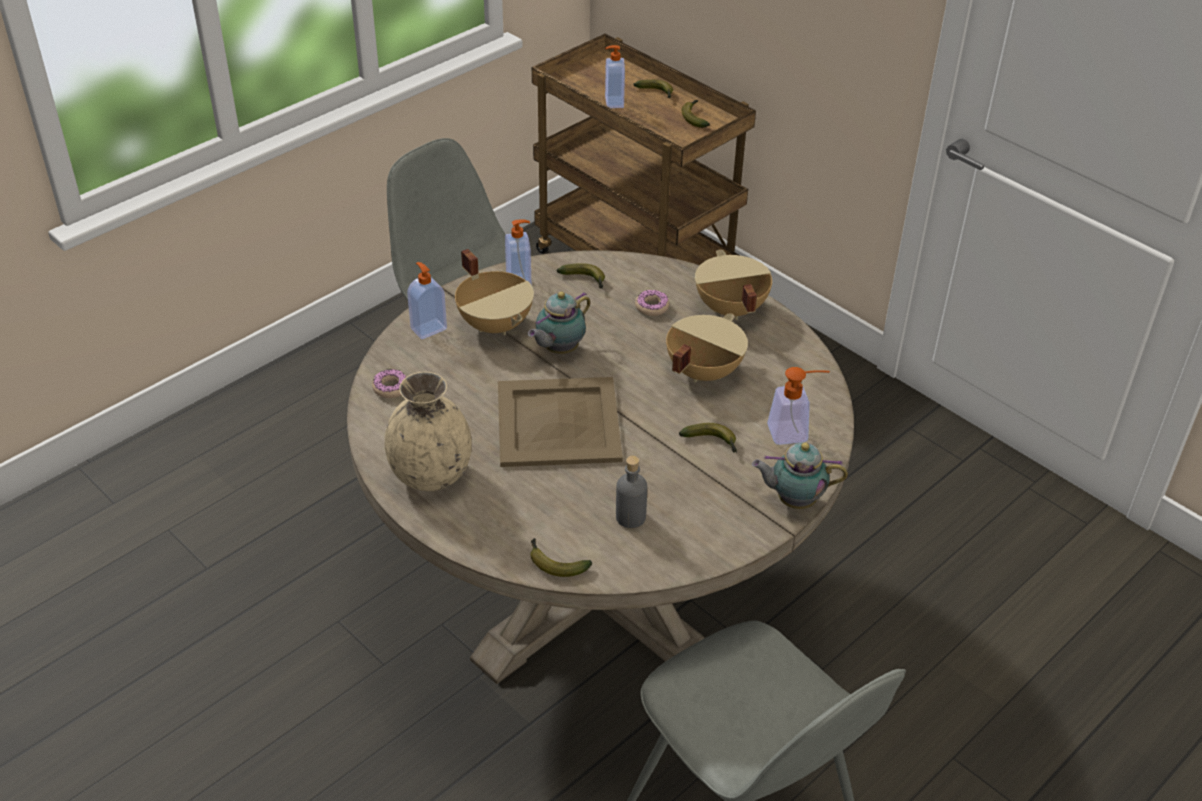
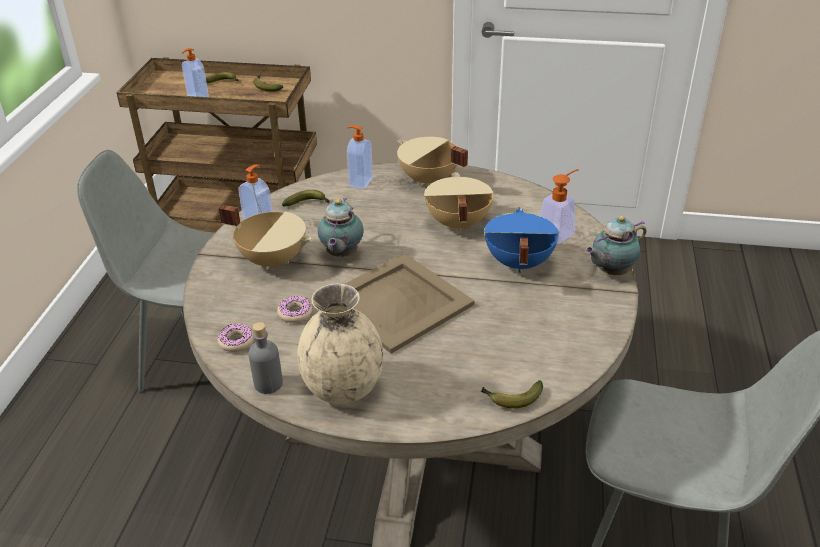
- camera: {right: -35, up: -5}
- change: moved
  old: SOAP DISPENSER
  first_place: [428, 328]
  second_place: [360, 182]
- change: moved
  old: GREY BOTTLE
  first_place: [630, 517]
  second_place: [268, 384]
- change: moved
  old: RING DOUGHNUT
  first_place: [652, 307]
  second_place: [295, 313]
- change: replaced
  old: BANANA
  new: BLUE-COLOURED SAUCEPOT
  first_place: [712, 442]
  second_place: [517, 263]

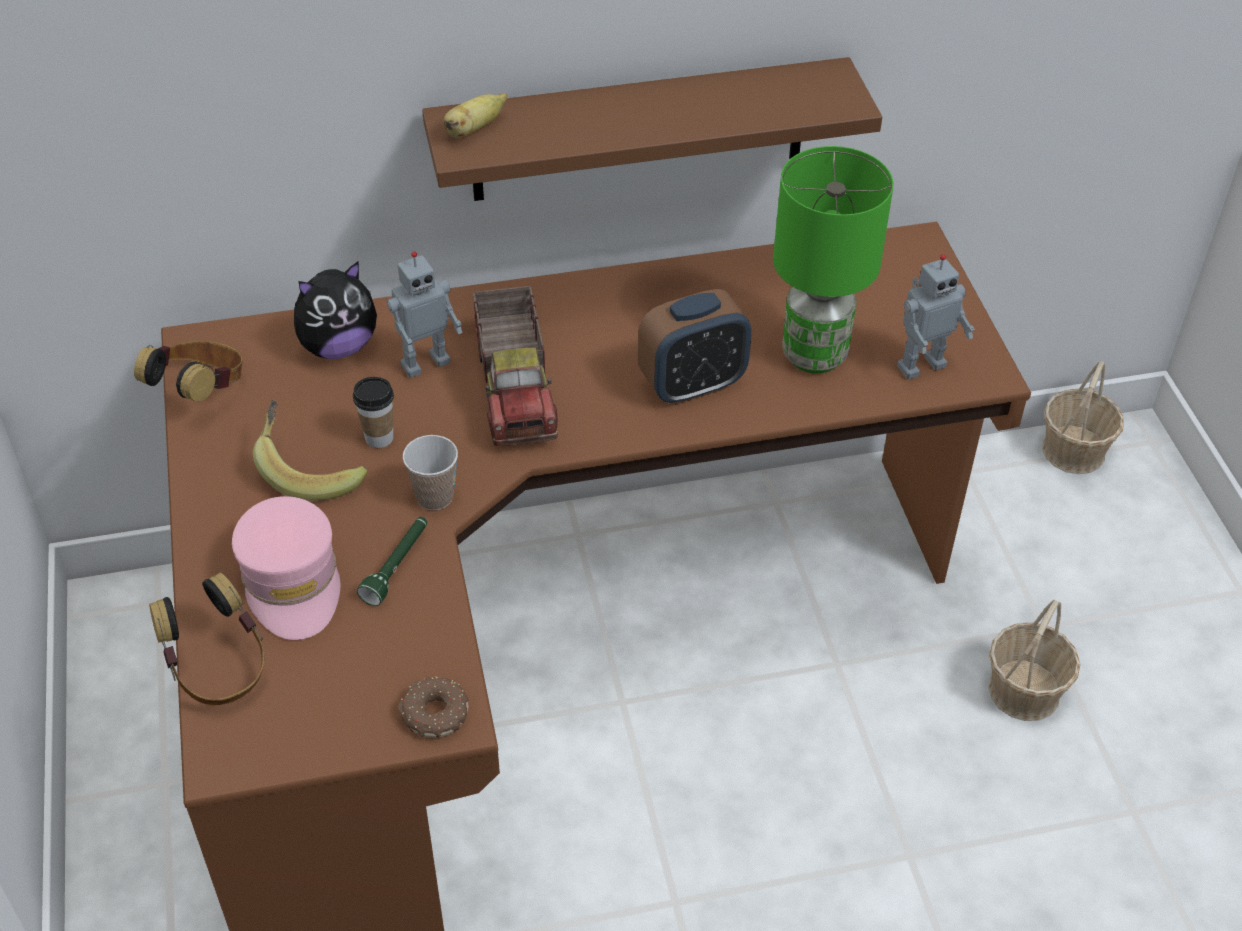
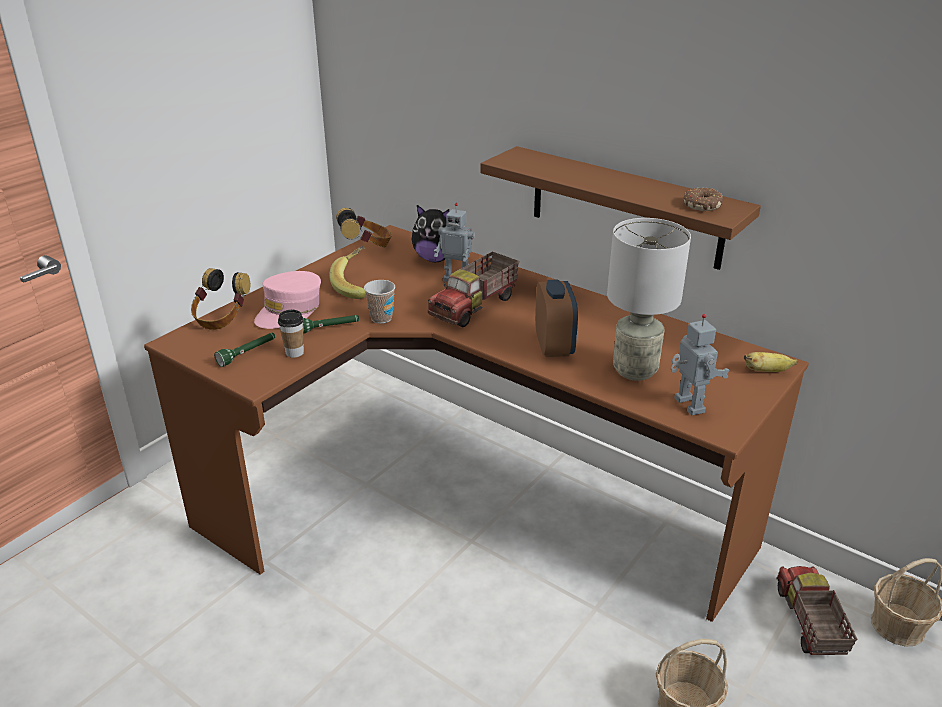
- camera: {right: 50, up: -15}
- change: added
  new: GREEN-COLOURED HAND TORCH
  second_place: [248, 354]
- change: added
  new: MODEL TRUCK
  second_place: [808, 623]
- change: moved
  old: SMALL CUP
  first_place: [379, 438]
  second_place: [294, 353]
- change: moved
  old: RING DOUGHNUT
  first_place: [434, 713]
  second_place: [701, 205]
- change: moved
  old: BANANA
  first_place: [474, 129]
  second_place: [766, 371]
- change: recoloured
  old: GREEN-COLOURED LAMP FOR A TABLE
  new: GREY LAMP FOR A TABLE
  first_place: [815, 356]
  second_place: [634, 371]
- change: turned
  old: TABLE CLOCK
  first_place: [692, 384]
  second_place: [554, 347]
  degrees: -120
- change: turned
  old: TOY ROBOT
  first_place: [920, 365]
  second_place: [687, 405]
  degrees: -135

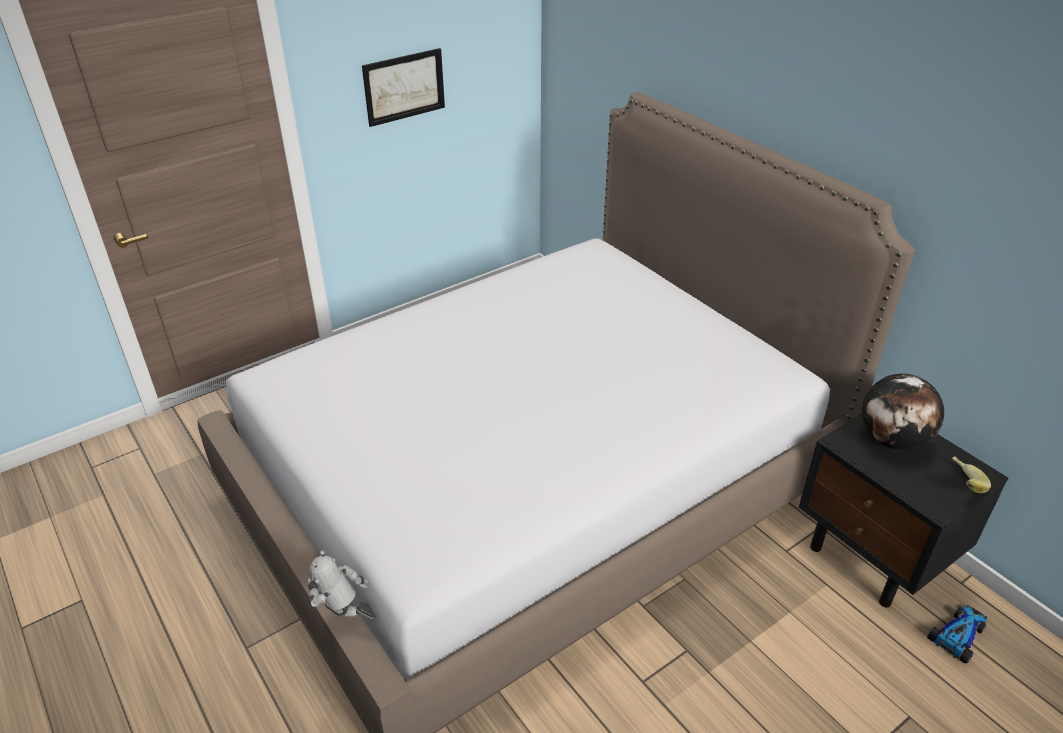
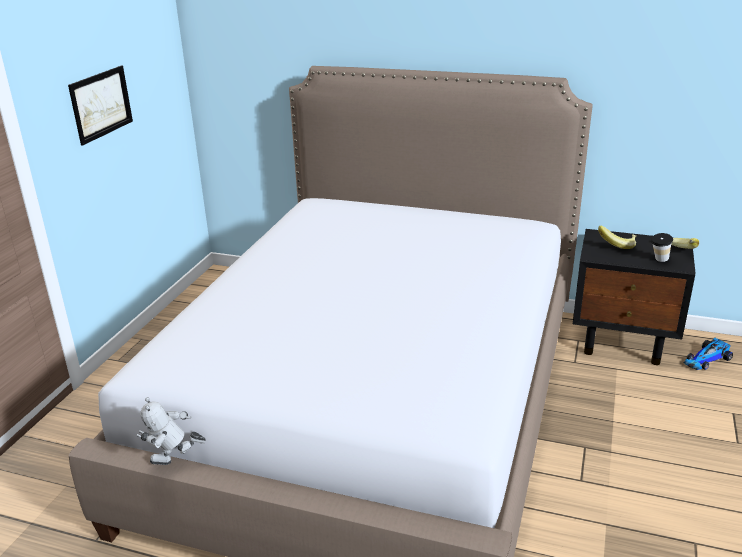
- camera: {right: -35, up: -10}
- change: added
  new: SMALL CUP
  second_place: [658, 260]
- change: moved
  old: TOY ROBOT
  first_place: [346, 620]
  second_place: [176, 464]
- change: replaced
  old: DESK GLOBE
  new: BANANA
  first_place: [892, 440]
  second_place: [617, 245]
- change: turned
  old: TOY CAR
  first_place: [958, 635]
  second_place: [706, 360]
  degrees: -135

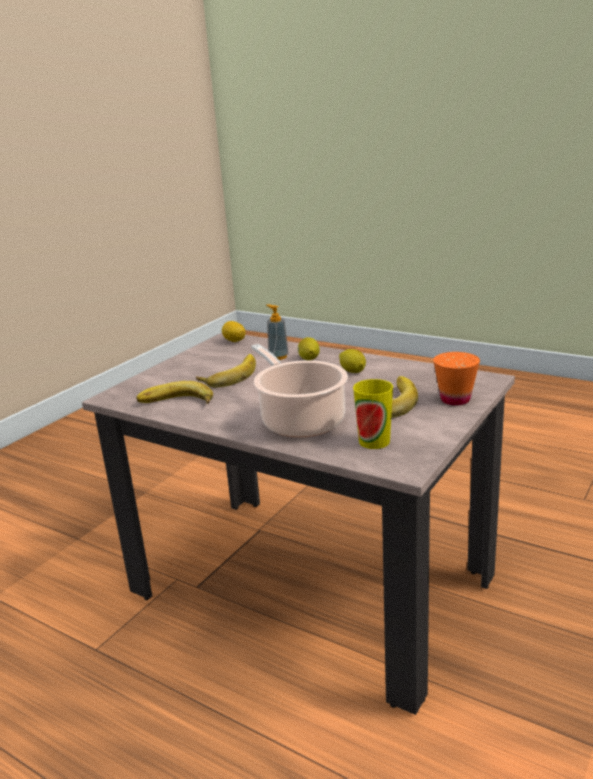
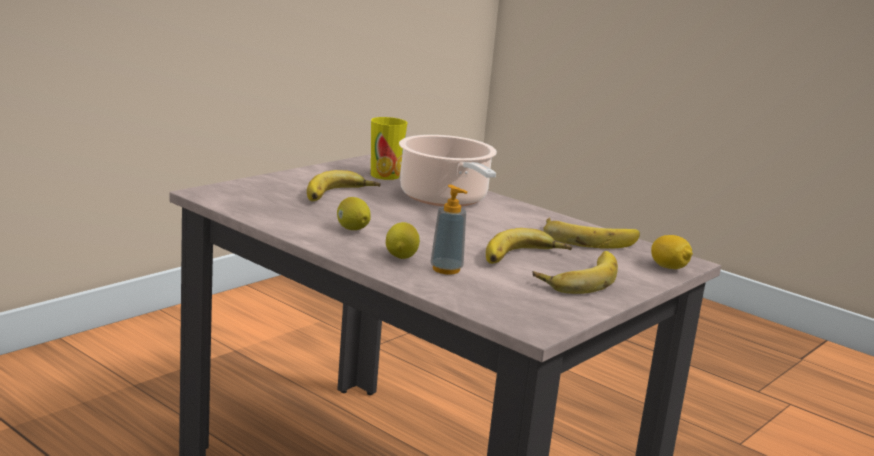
- camera: {right: -175, up: -5}
- change: removed
  old: ORANGEY SMALL CUP
  first_place: [455, 400]
- change: added
  new: BANANA
  second_place: [577, 277]
- change: moved
  old: CITRUS FRUIT
  first_place: [234, 341]
  second_place: [669, 267]

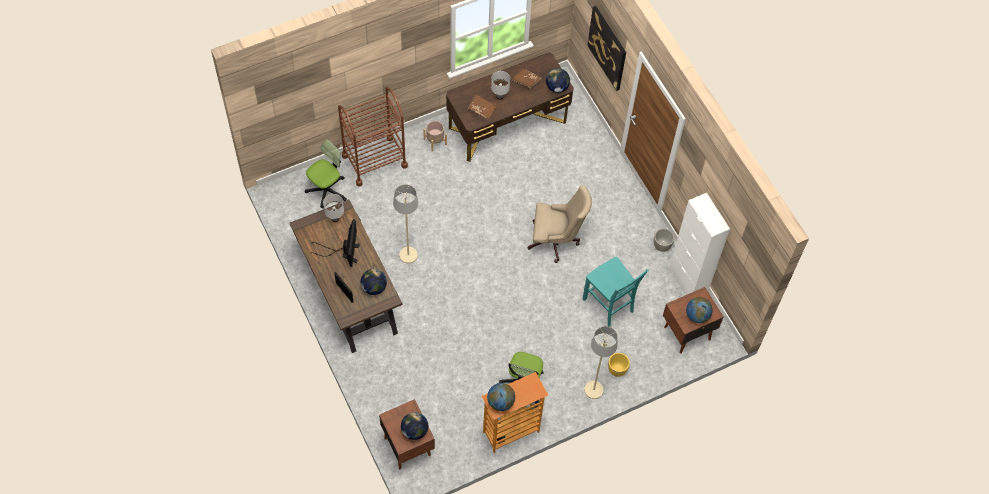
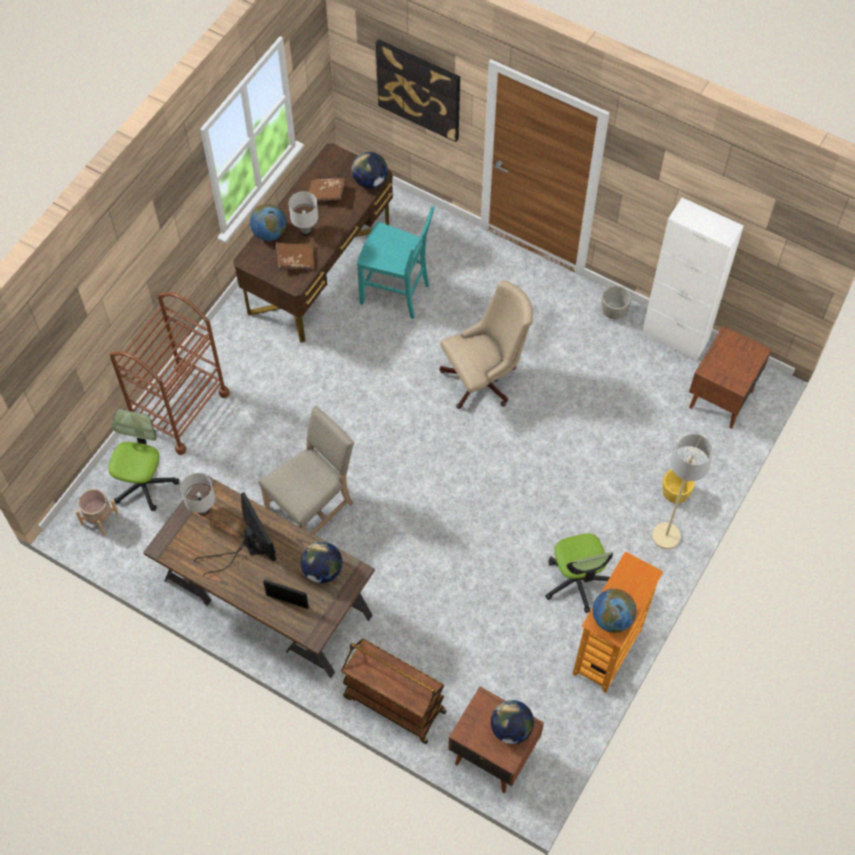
- camera: {right: -30, up: 0}
- change: added
  new: BROWN CART
  second_place: [393, 704]
- change: moved
  old: SAND-COLOURED PLANTER
  first_place: [435, 141]
  second_place: [100, 519]
- change: moved
  old: BLUE-GREEN UPRIGHT CHAIR
  first_place: [609, 306]
  second_place: [396, 294]
- change: moved
  old: DESK GLOBE
  first_place: [697, 315]
  second_place: [269, 233]
- change: replaced
  old: SAND-COLOURED FLOOR LAMP
  new: SAND-COLOURED UPRIGHT CHAIR
  first_place: [408, 255]
  second_place: [313, 505]

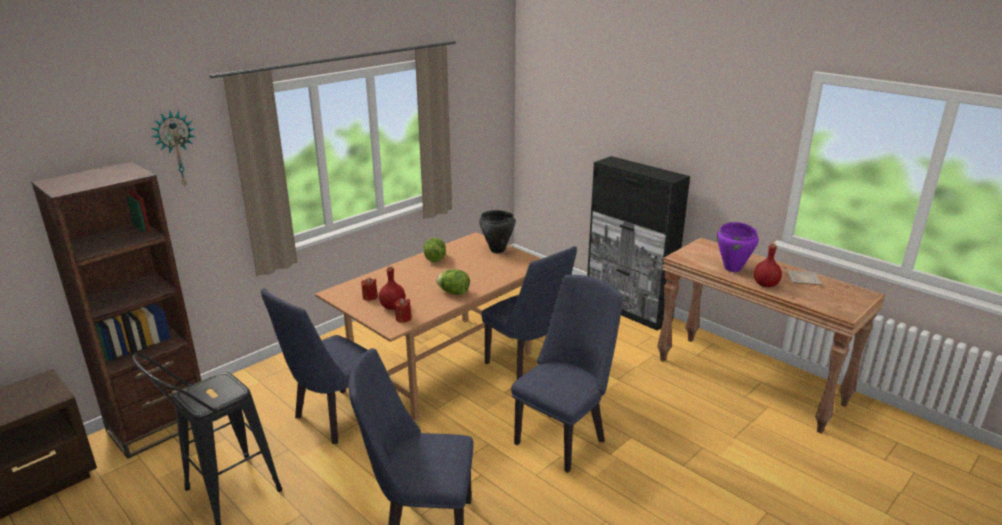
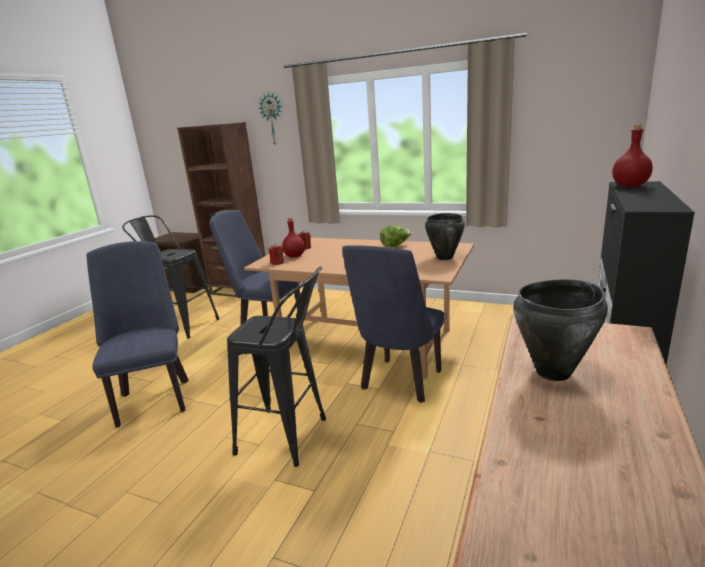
- camera: {right: 70, up: -5}
- change: removed
  old: LETTUCE
  first_place: [454, 292]
- change: removed
  old: FLAT DISH
  first_place: [802, 279]
- change: moved
  old: RED BOTTLE
  first_place: [765, 284]
  second_place: [630, 186]
- change: replaced
  old: BLUE-COLOURED UPRIGHT CHAIR
  new: BLACKISH STOOL SEAT
  first_place: [563, 437]
  second_place: [291, 438]
- change: recoloured
  old: PURPLE SAUCEPOT
  new: BLACKISH SAUCEPOT
  first_place: [733, 268]
  second_place: [554, 372]

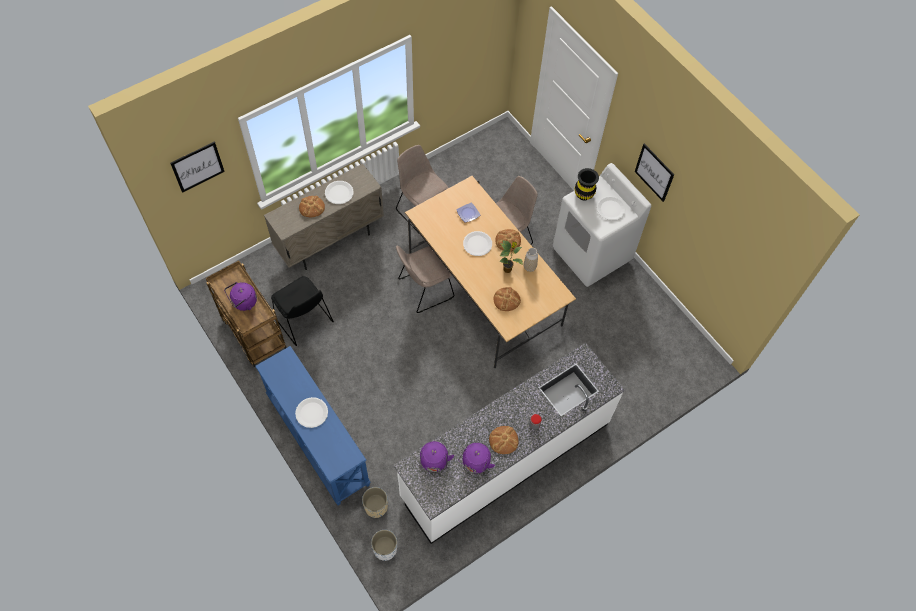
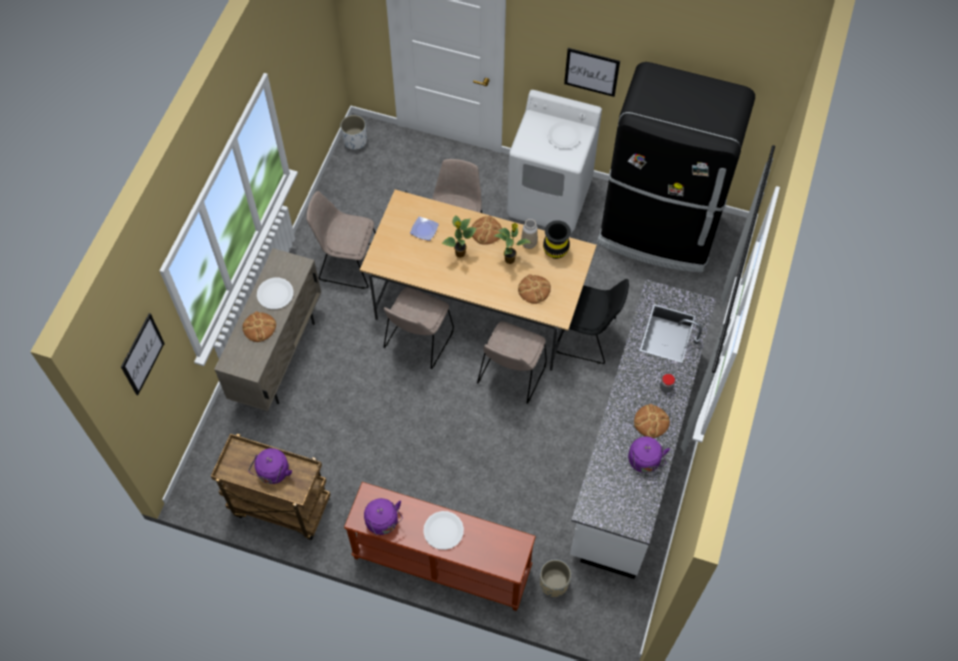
- camera: {right: -35, up: 0}
- change: added
  new: SAND-COLOURED UPRIGHT CHAIR
  second_place: [511, 375]
- change: added
  new: BLACKISH FRIDGE
  second_place: [658, 231]
- change: moved
  old: BLACKISH UPRIGHT CHAIR
  first_place: [304, 321]
  second_place: [587, 336]
- change: moved
  old: WHITISH PLANTER
  first_place: [385, 549]
  second_place: [355, 141]
- change: moved
  old: PURPLE KETTLE
  first_place: [434, 462]
  second_place: [383, 522]
- change: moved
  old: BLACKISH FLOWER VASE
  first_place: [584, 194]
  second_place: [555, 251]
- change: replaced
  old: WHITISH FLAT DISH
  new: HOUSEPLANT
  first_place: [477, 244]
  second_place: [460, 254]
- change: recoloured
  old: BLUE-COLOURED HALL TABLE
  new: BROWN HALL TABLE
  first_place: [317, 440]
  second_place: [441, 564]

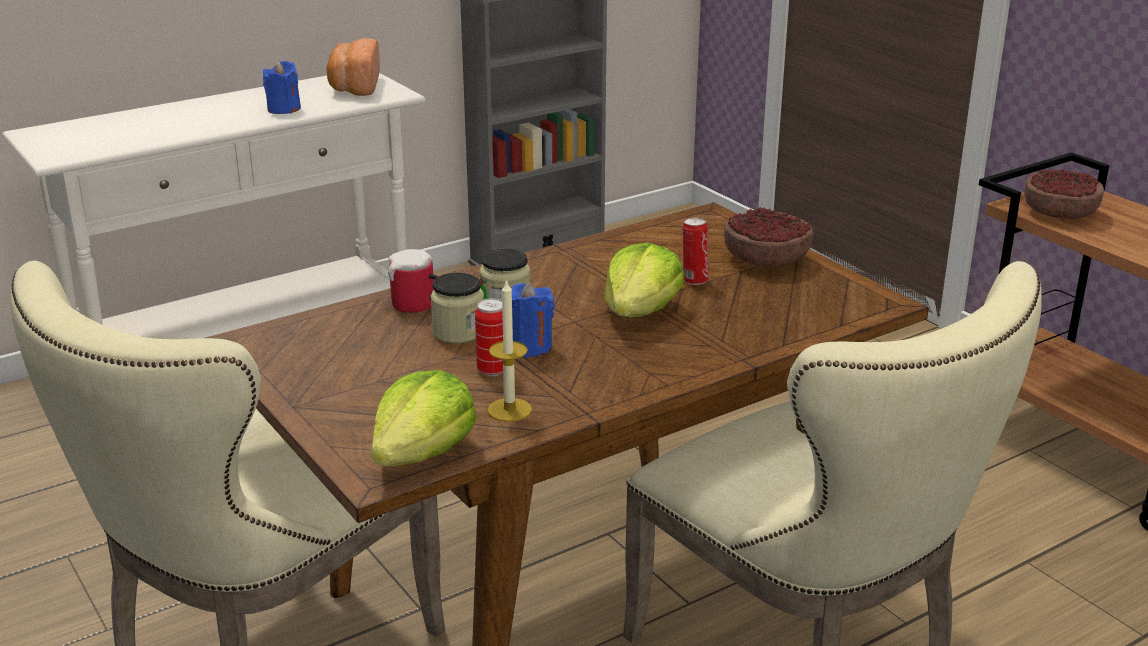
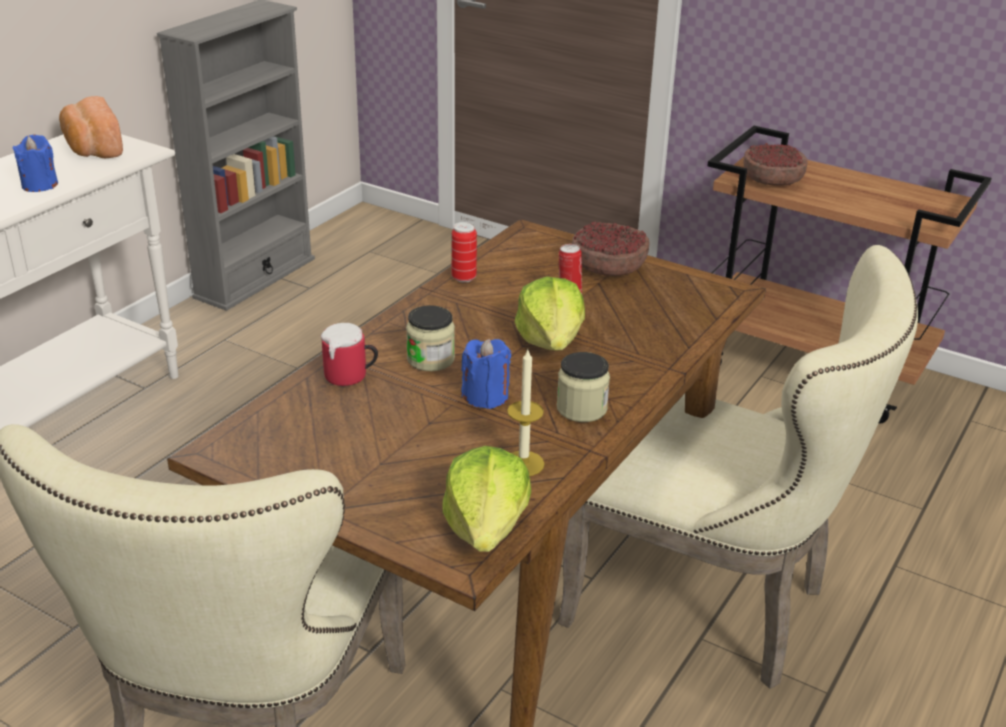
- camera: {right: -25, up: 5}
- change: moved
  old: STORAGE JAR
  first_place: [458, 332]
  second_place: [581, 408]
- change: moved
  old: CAN
  first_place: [493, 370]
  second_place: [464, 278]

